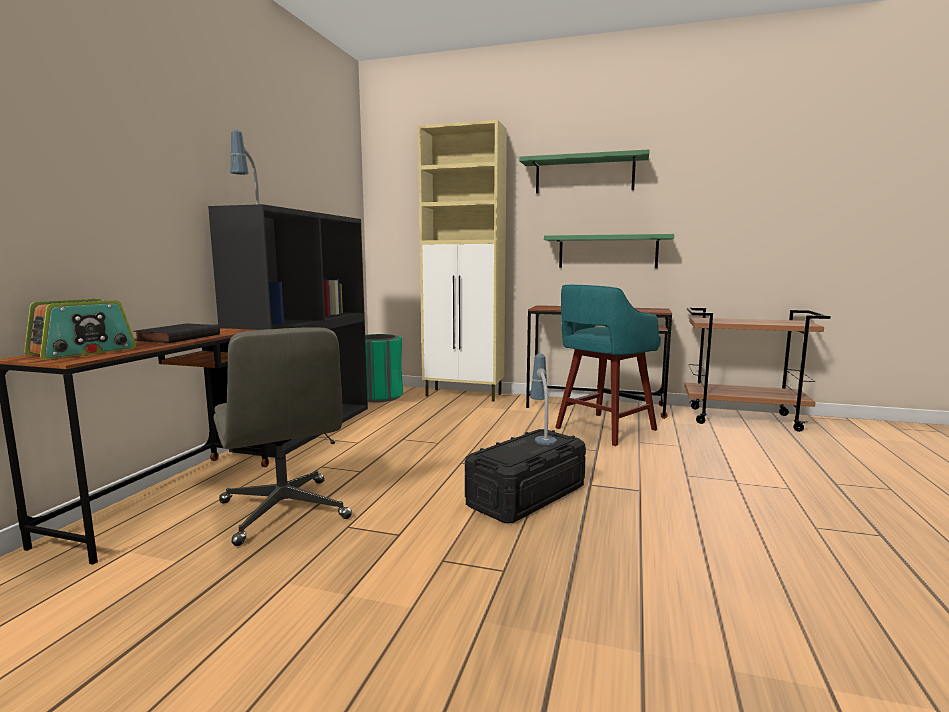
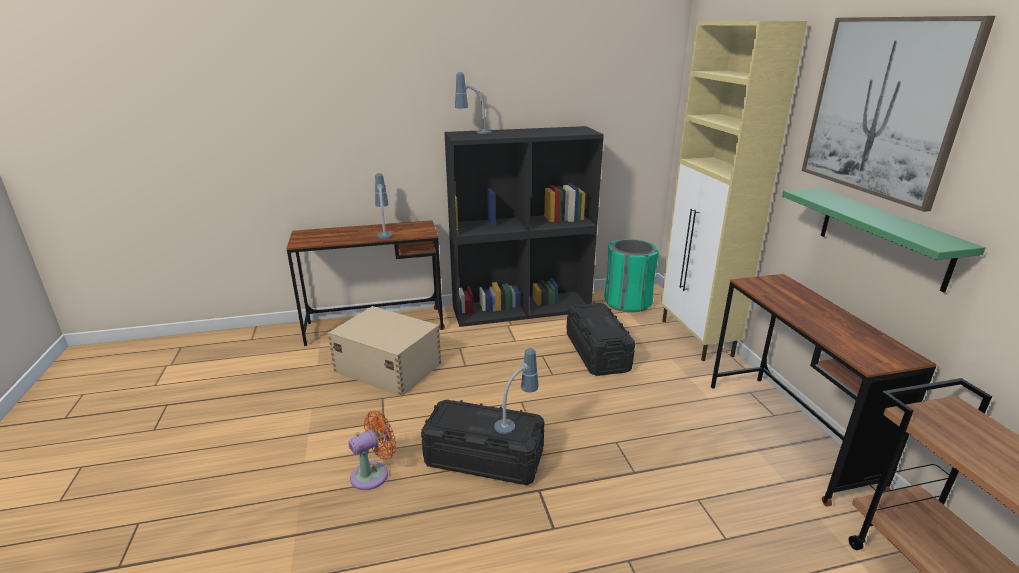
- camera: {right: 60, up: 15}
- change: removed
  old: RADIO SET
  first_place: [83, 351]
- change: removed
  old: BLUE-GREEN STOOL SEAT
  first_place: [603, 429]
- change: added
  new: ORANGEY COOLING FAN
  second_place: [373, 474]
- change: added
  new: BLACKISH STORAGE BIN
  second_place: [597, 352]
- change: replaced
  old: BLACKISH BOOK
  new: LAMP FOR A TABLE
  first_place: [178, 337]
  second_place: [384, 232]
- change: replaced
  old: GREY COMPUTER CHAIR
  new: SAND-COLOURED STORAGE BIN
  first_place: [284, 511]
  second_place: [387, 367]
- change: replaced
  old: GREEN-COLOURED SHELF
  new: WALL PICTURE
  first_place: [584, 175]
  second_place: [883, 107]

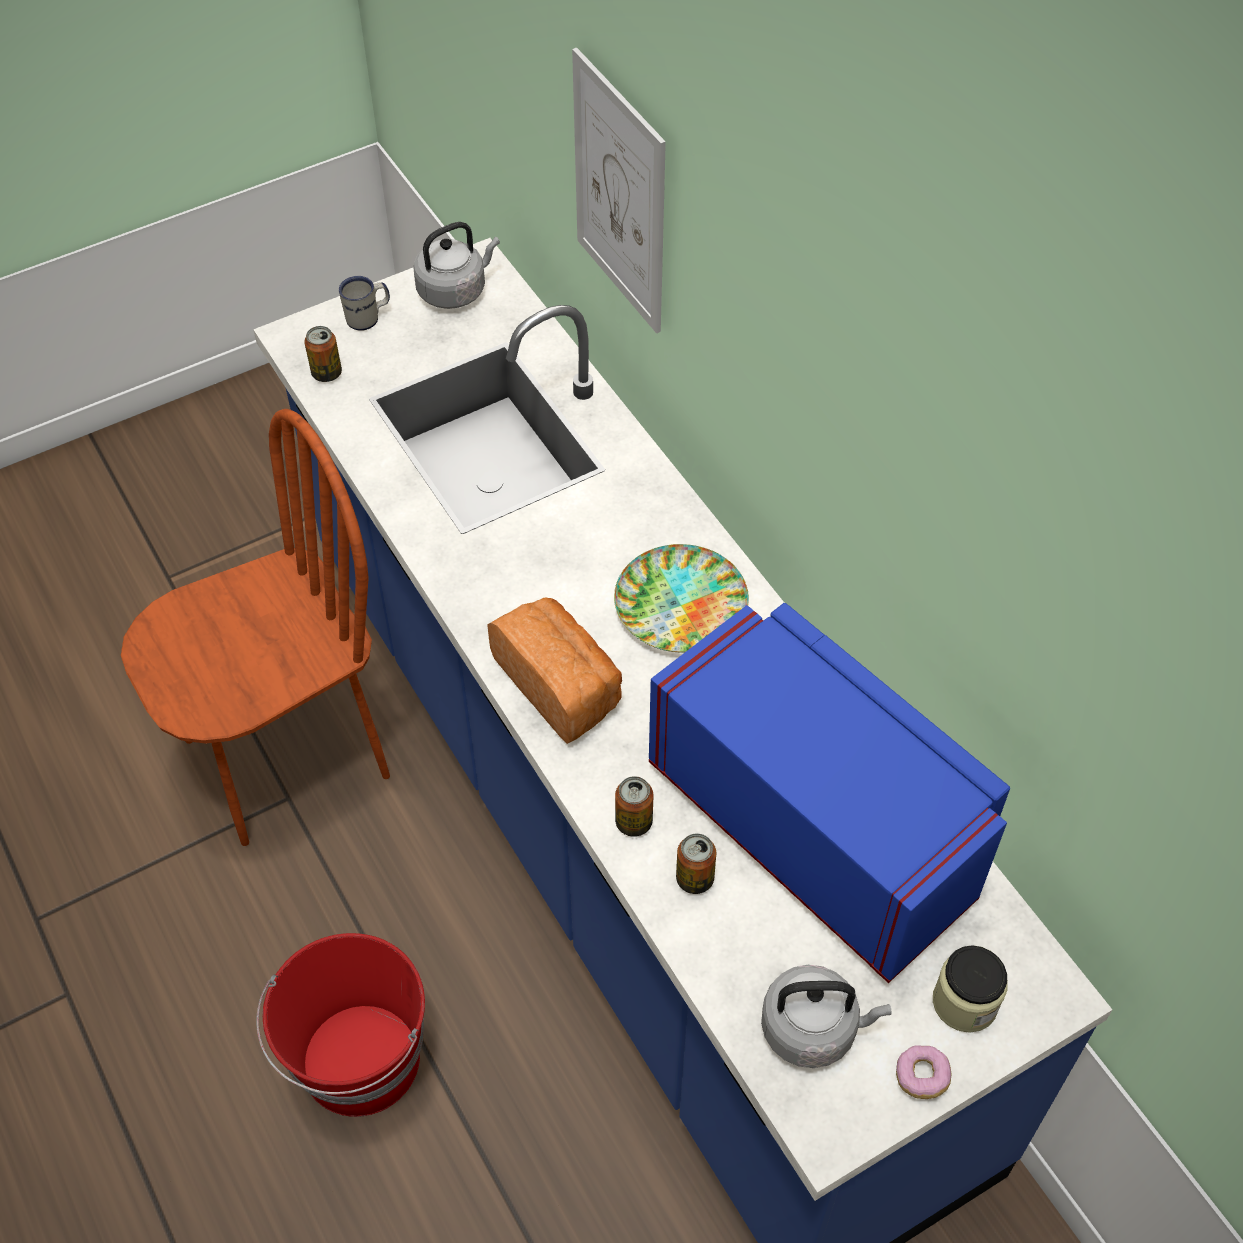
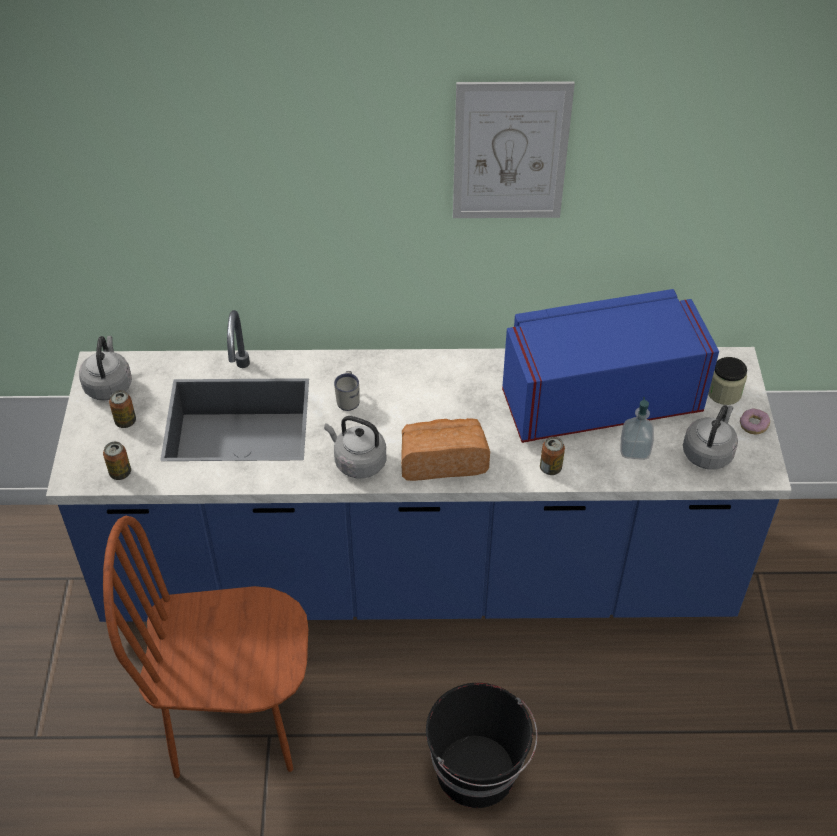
- camera: {right: -60, up: -5}
- change: removed
  old: FLAT DISH
  first_place: [679, 605]
- change: added
  new: GREY KETTLE
  second_place: [357, 462]
- change: added
  new: SOAP DISPENSER
  second_place: [634, 449]
- change: moved
  old: WHITISH TEA MUG
  first_place: [368, 318]
  second_place: [349, 399]
- change: moved
  old: WALL PICTURE
  first_place: [620, 194]
  second_place: [510, 152]
- change: moved
  old: CAN
  first_place: [694, 879]
  second_place: [125, 421]
- change: recoloured
  old: RED WATER BUCKET
  new: BLACKISH WATER BUCKET
  first_place: [360, 1062]
  second_place: [477, 771]
- change: turned
  old: BROWN UPRIGHT CHAIR
  first_place: [286, 756]
  second_place: [237, 723]
  degrees: -90

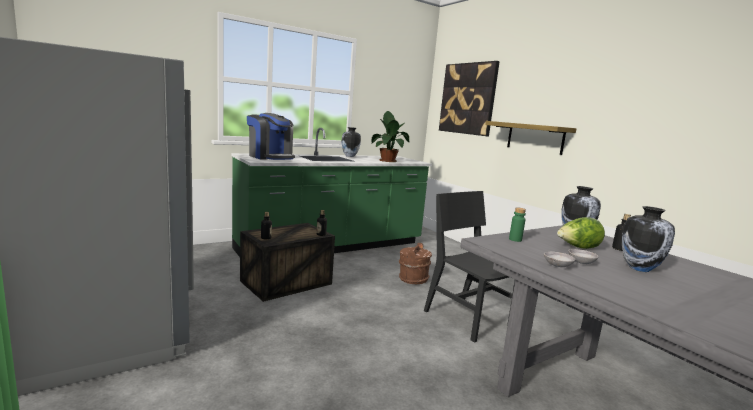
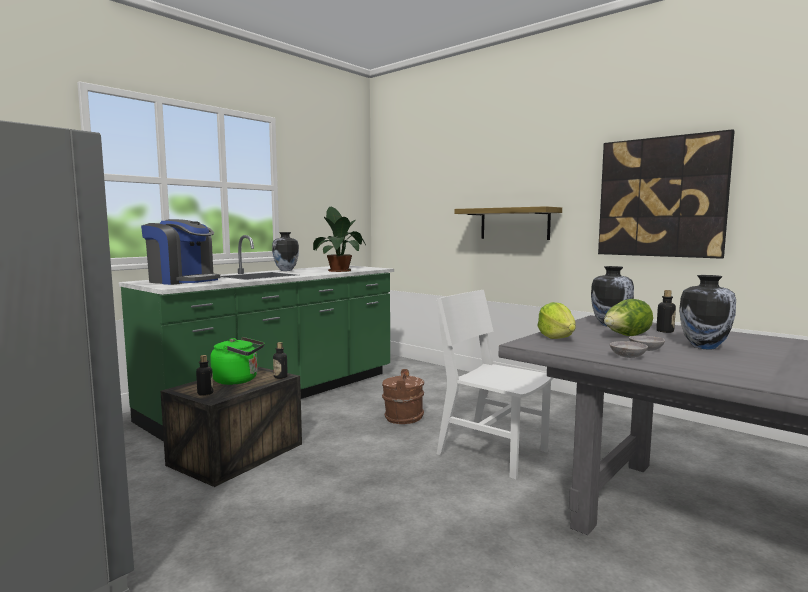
- camera: {right: -15, up: -5}
- change: added
  new: GREEN-COLOURED KETTLE
  second_place: [238, 380]
- change: moved
  old: WALL PICTURE
  first_place: [468, 99]
  second_place: [661, 197]
- change: replaced
  old: GREEN-COLOURED BOTTLE
  new: LETTUCE
  first_place: [515, 239]
  second_place: [556, 337]
- change: recoloured
  old: BLACKISH UPRIGHT CHAIR
  new: WHITISH UPRIGHT CHAIR
  first_place: [467, 318]
  second_place: [492, 452]

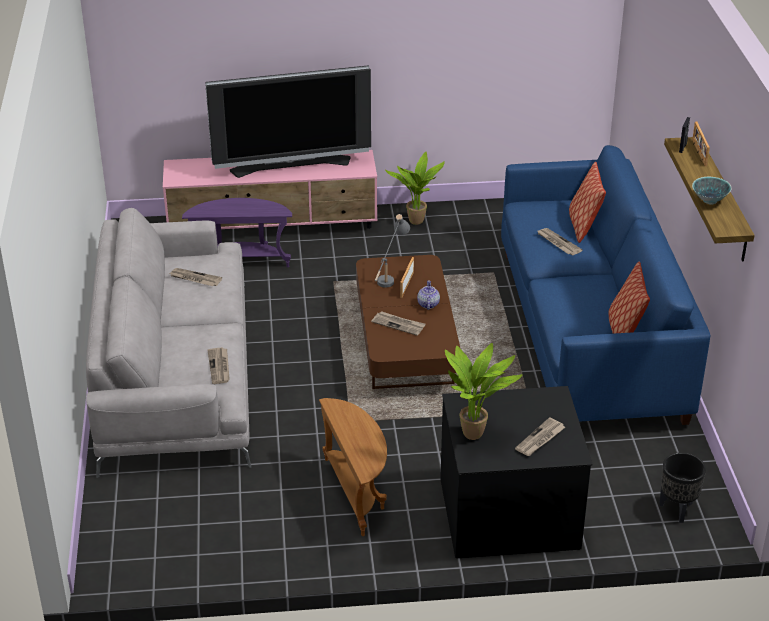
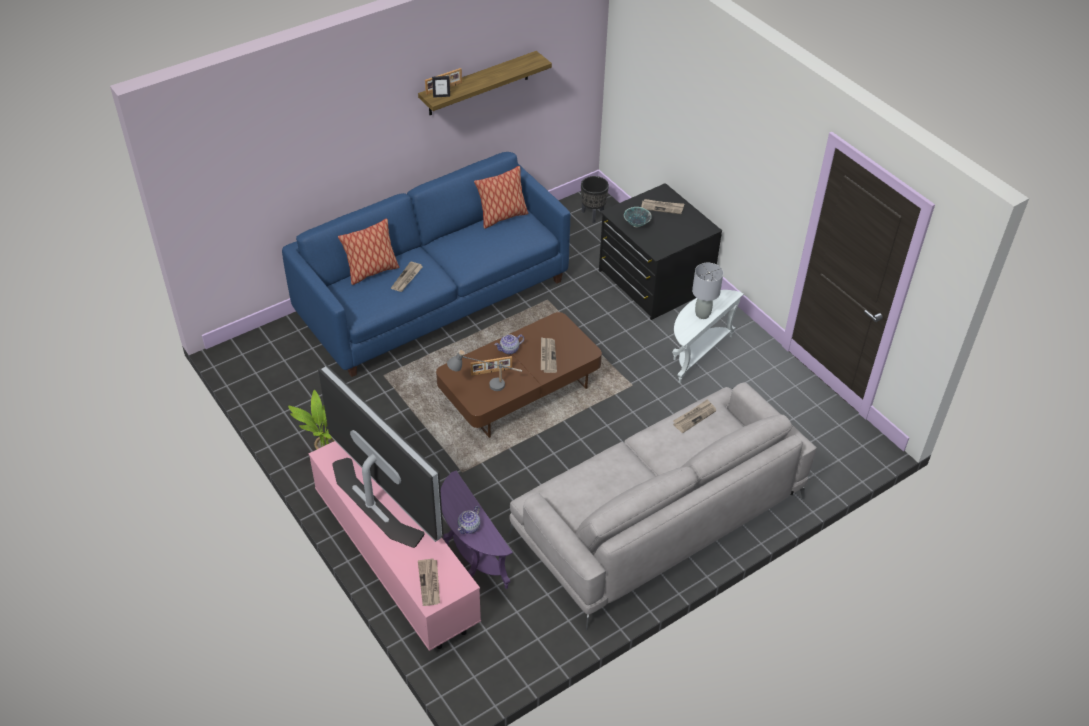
- camera: {right: -120, up: 10}
- change: removed
  old: HOUSEPLANT
  first_place: [476, 434]
- change: added
  new: TEA POT
  second_place: [469, 527]
- change: added
  new: GREY LAMP FOR A TABLE
  second_place: [702, 314]
- change: moved
  old: PRINTED PAPER
  first_place: [195, 279]
  second_place: [430, 583]
- change: moved
  old: SERVING BOWL
  first_place: [709, 200]
  second_place: [636, 224]
- change: recoloured
  old: BROWN END TABLE
  new: WHITISH END TABLE
  first_place: [357, 493]
  second_place: [697, 353]

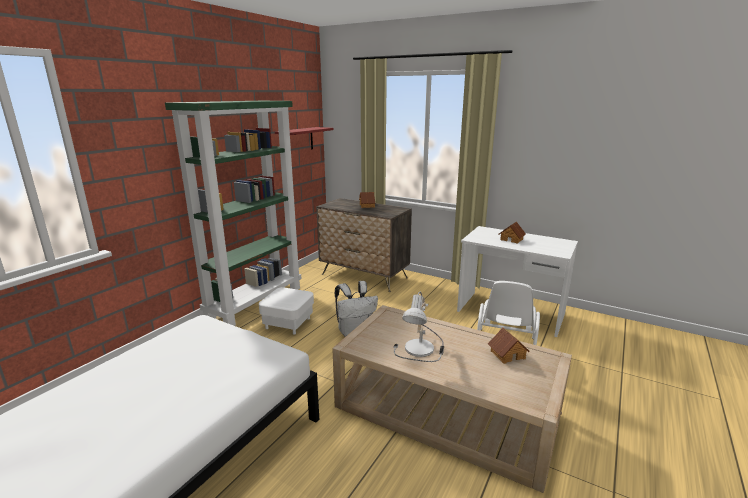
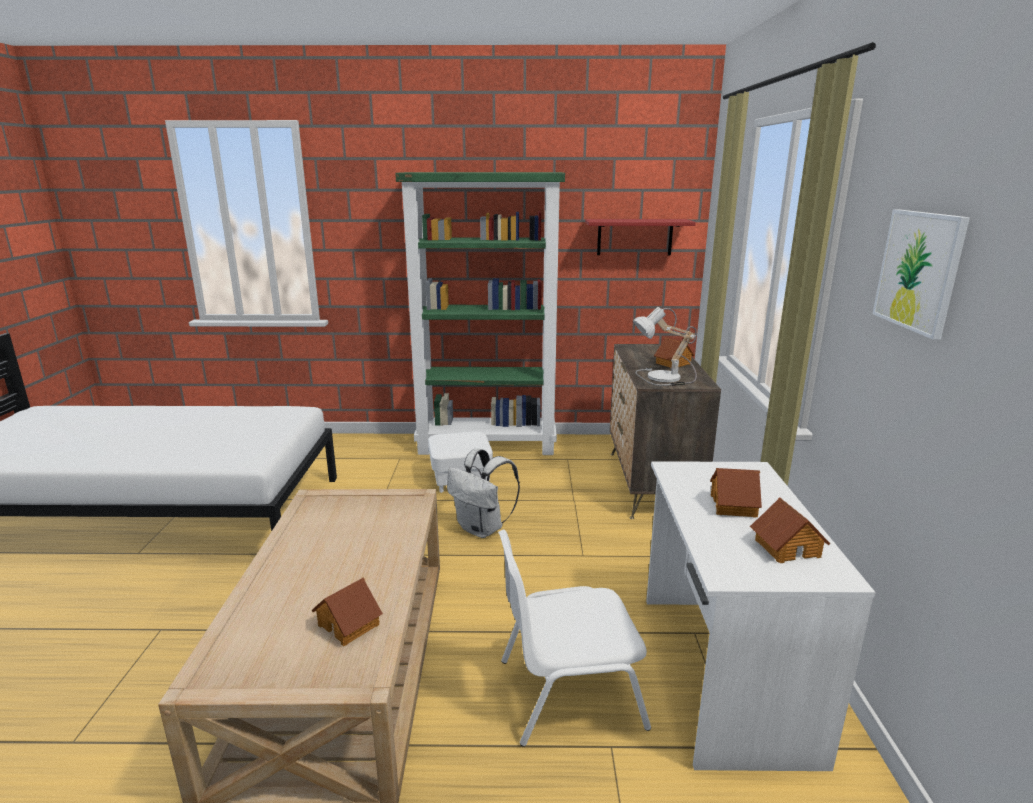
- camera: {right: 60, up: 0}
- change: added
  new: MODEL HOUSE
  second_place: [786, 547]
- change: added
  new: WALL PICTURE
  second_place: [919, 271]
- change: moved
  old: LAMP FOR A TABLE
  first_place: [422, 350]
  second_place: [663, 378]

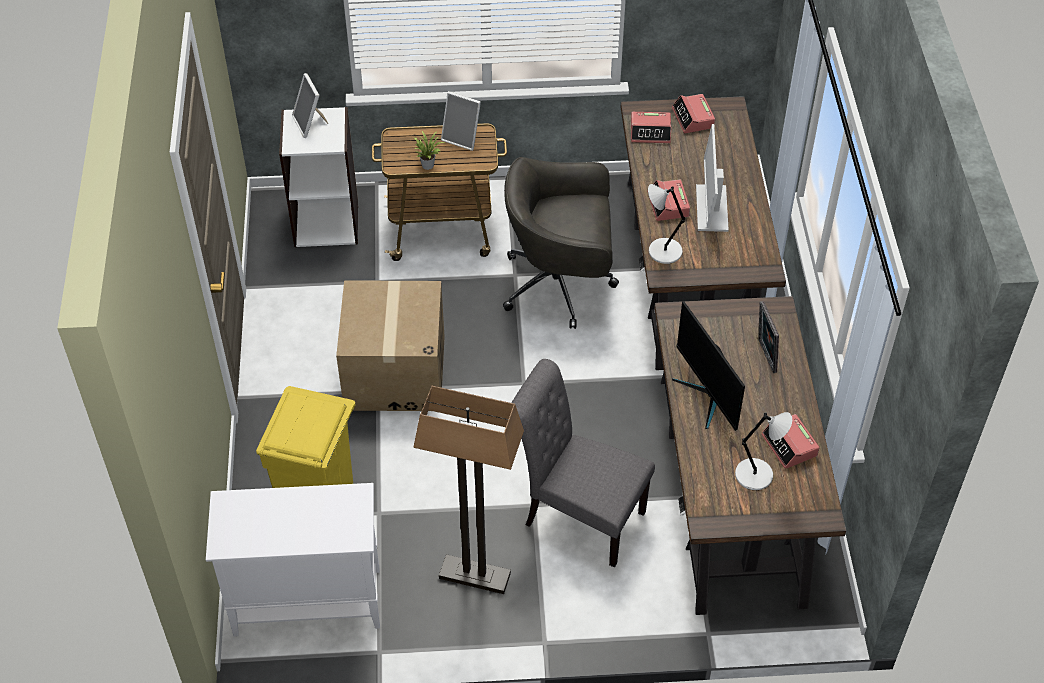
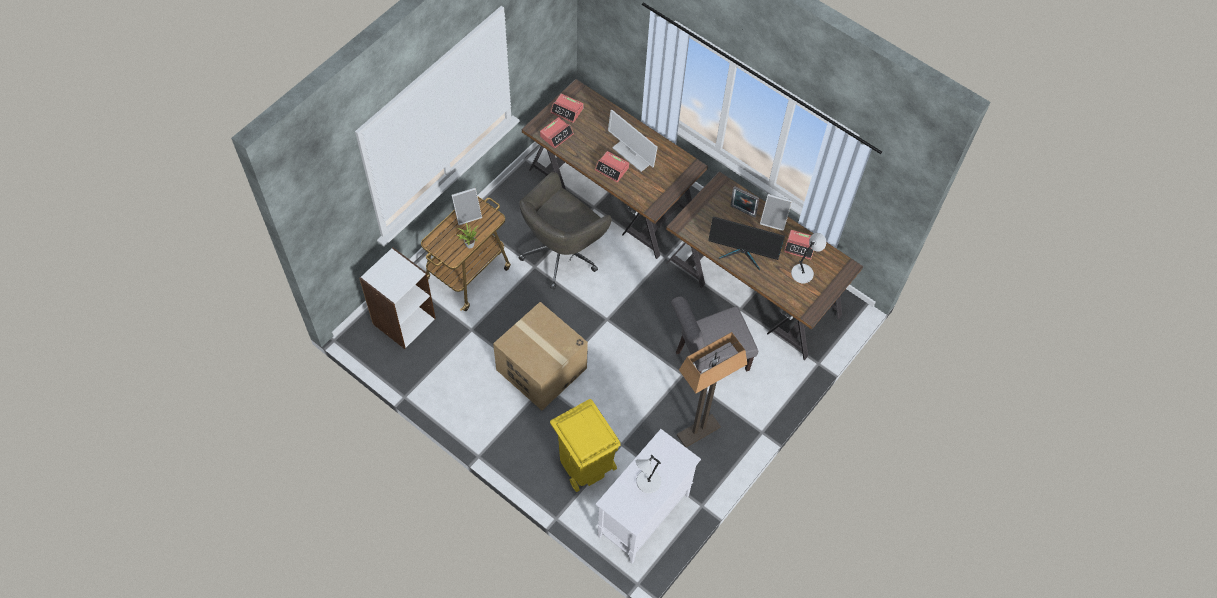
- camera: {right: -50, up: 10}
- change: moved
  old: STANDING FRAME
  first_place: [310, 124]
  second_place: [774, 220]
- change: moved
  old: GREY LAMP FOR A TABLE
  first_place: [663, 251]
  second_place: [647, 482]

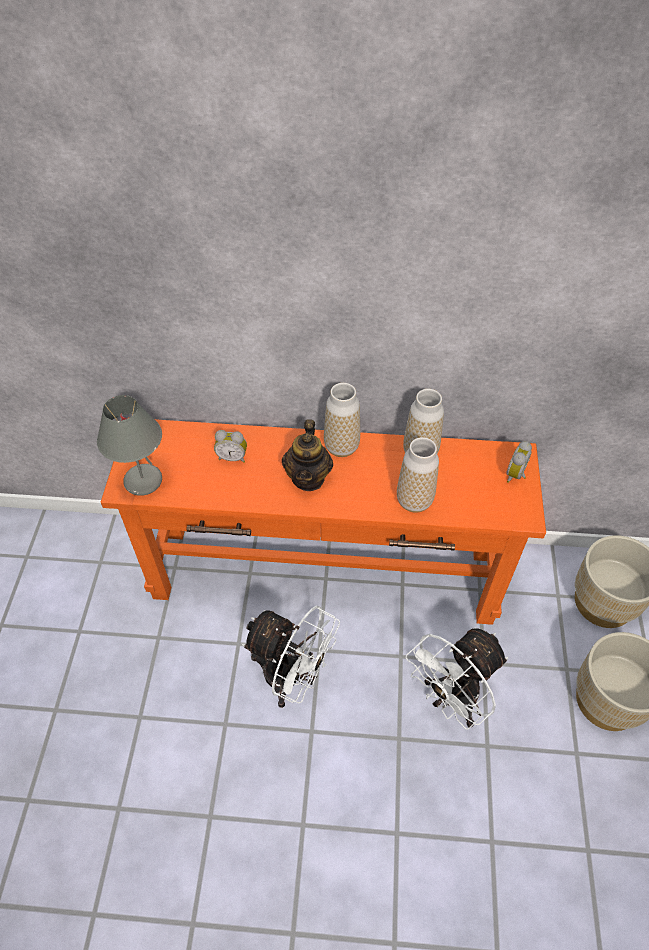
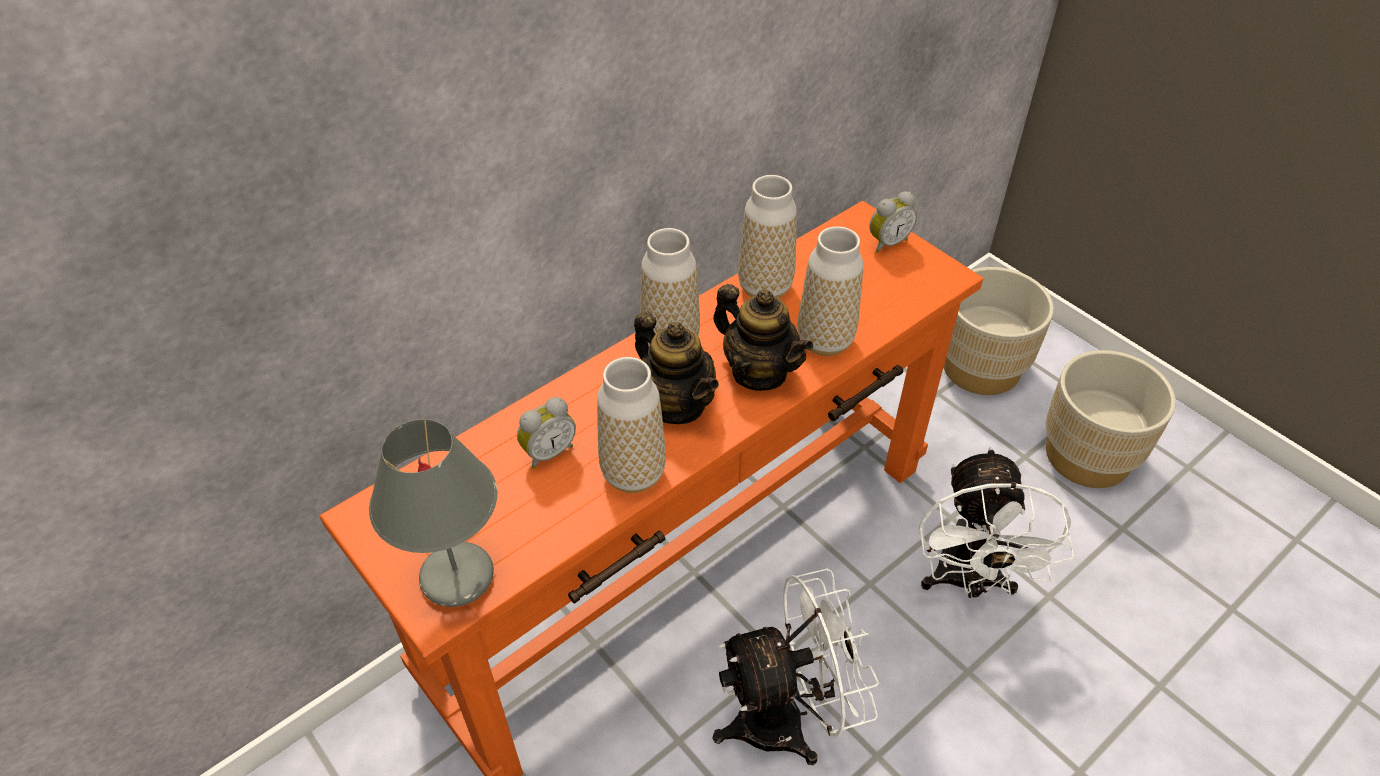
- camera: {right: -45, up: -5}
- change: added
  new: FLOWER VASE
  second_place: [633, 474]
- change: added
  new: TEA POT
  second_place: [759, 372]
- change: turned
  old: TABLE CLOCK
  first_place: [516, 475]
  second_place: [887, 242]
  degrees: -105

